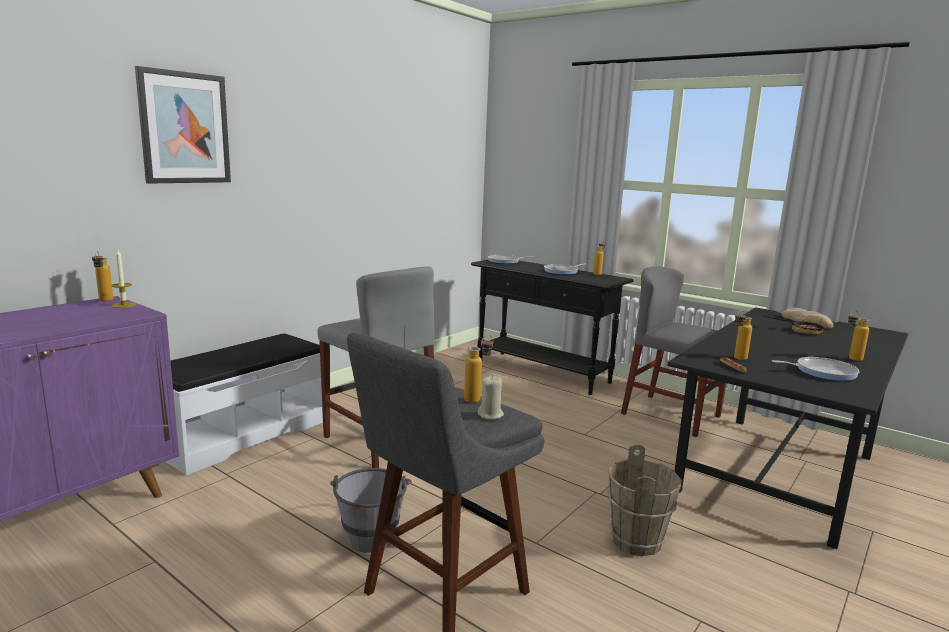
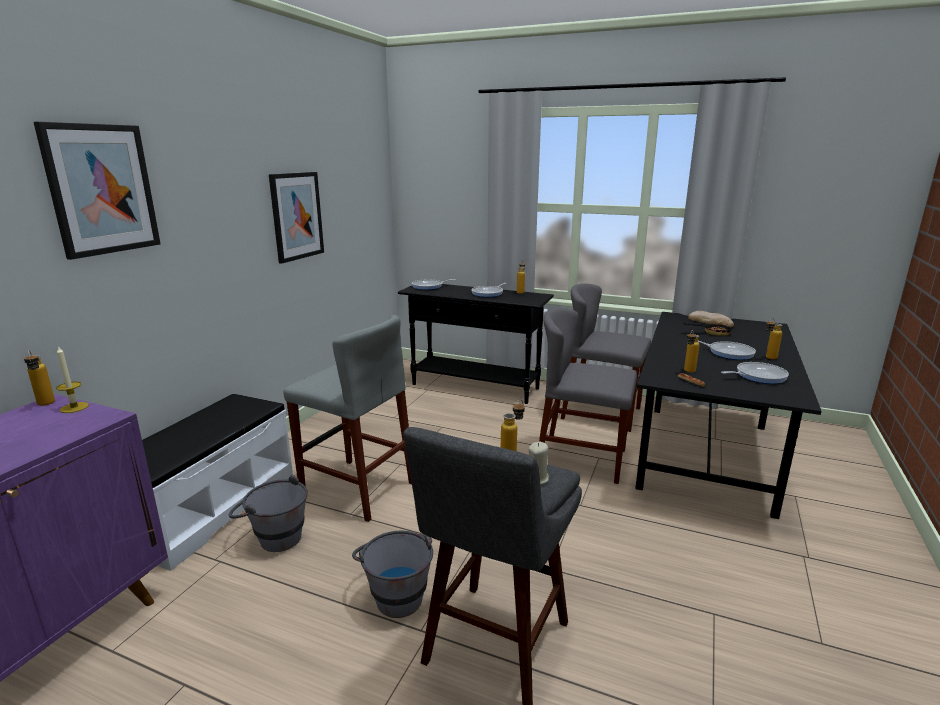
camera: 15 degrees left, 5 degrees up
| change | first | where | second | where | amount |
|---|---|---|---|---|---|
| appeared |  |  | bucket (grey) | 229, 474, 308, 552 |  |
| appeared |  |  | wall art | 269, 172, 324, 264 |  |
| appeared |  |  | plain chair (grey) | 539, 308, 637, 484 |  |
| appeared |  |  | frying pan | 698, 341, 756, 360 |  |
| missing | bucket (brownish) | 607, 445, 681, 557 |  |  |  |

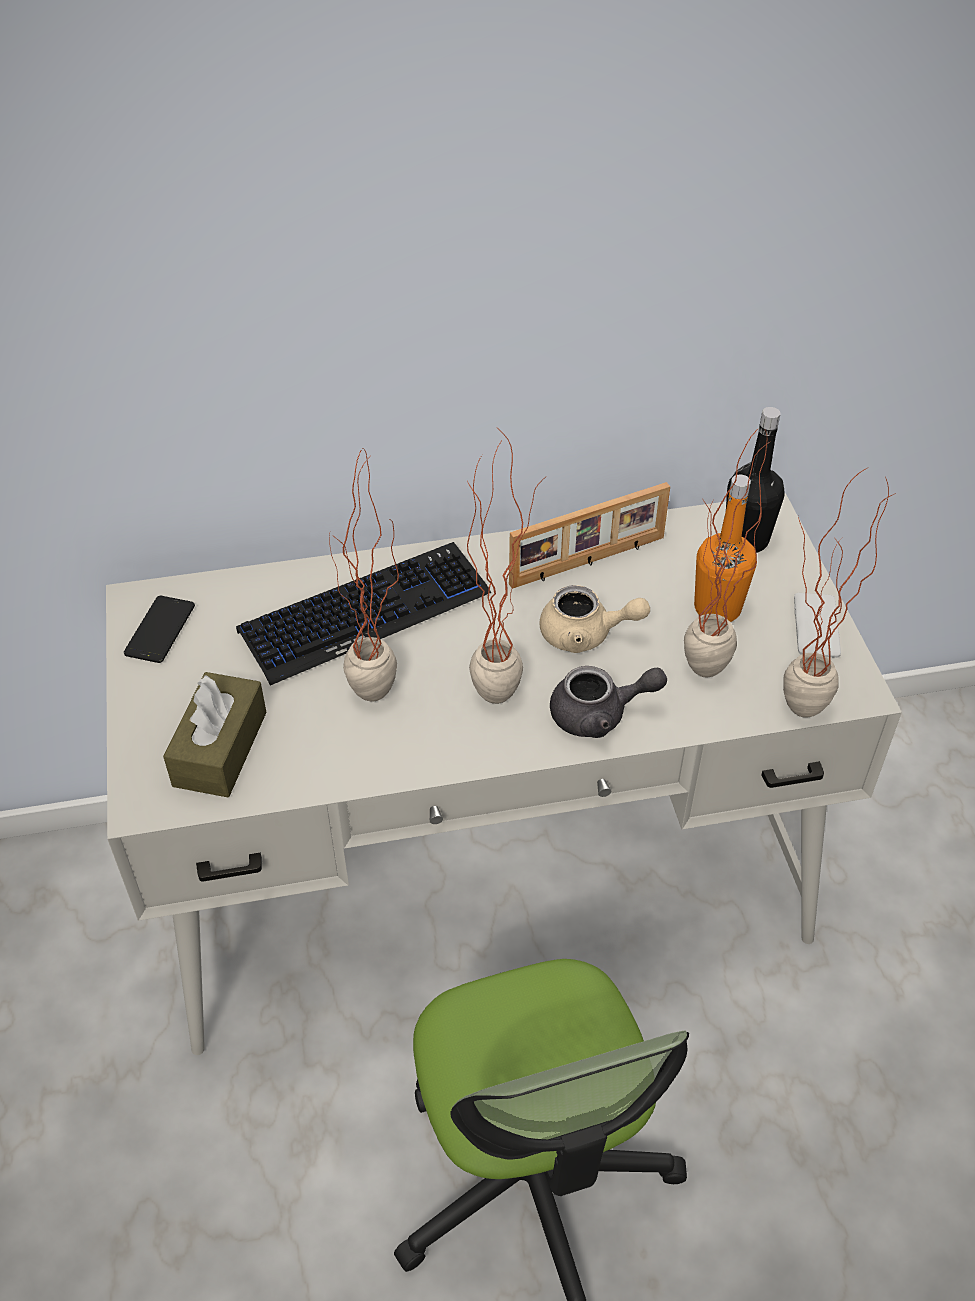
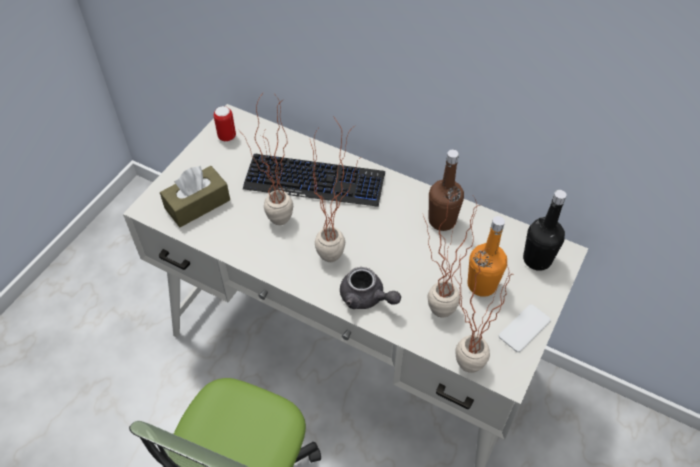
camera: 40 degrees right, 5 degrees up
| change | first | where | second | where | amount |
|---|---|---|---|---|---|
| exchanged | phone | 124, 596, 195, 663 | metal can | 214, 106, 236, 142 |  |
| exchanged | picture frame | 509, 482, 670, 589 | bottle (brownish) | 429, 150, 464, 231 |  |
| missing | teapot (beige) | 539, 585, 650, 653 |  |  |  |

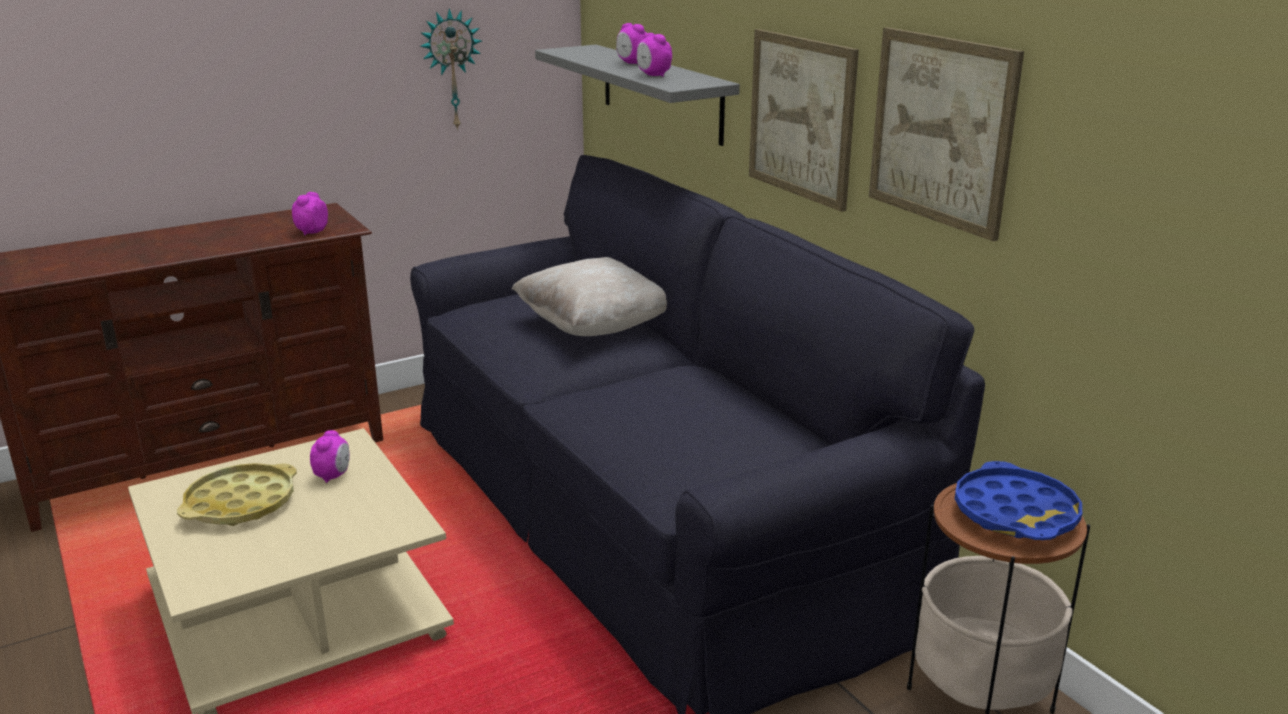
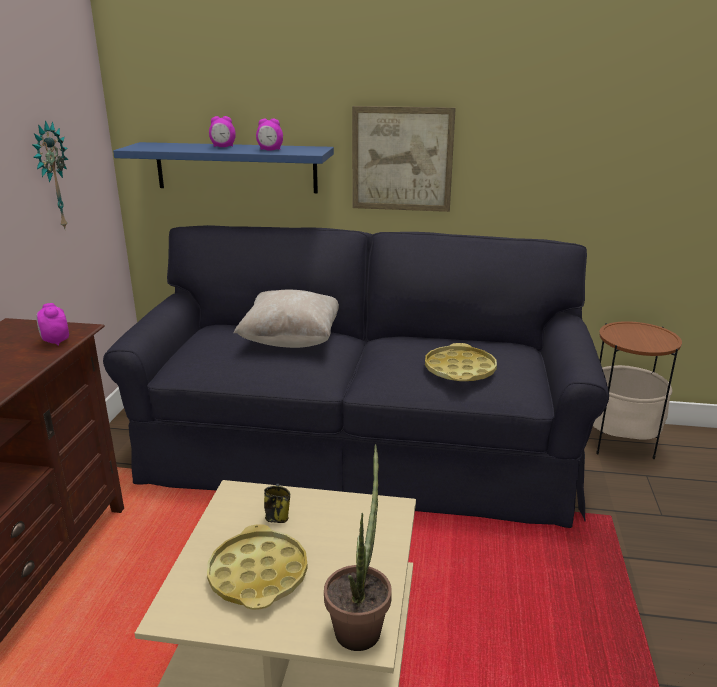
camera: 50 degrees left, 0 degrees up
| change | first | where | second | where | amount |
|---|---|---|---|---|---|
| colour | shelf (grey) | 535, 45, 740, 146 | shelf (bluish) | 113, 142, 334, 193 |  |
| exchanged | bedside clock | 310, 430, 350, 483 | mug | 264, 484, 290, 523 |  |
| appeared |  |  | houseplant | 324, 444, 392, 651 |  |
| appeared |  |  | tray (yellow-coloured) | 425, 343, 497, 381 |  |
| missing | wall art | 869, 27, 1024, 241 |  |  |  |
| missing | tray (bluish) | 955, 461, 1082, 540 |  |  |  |

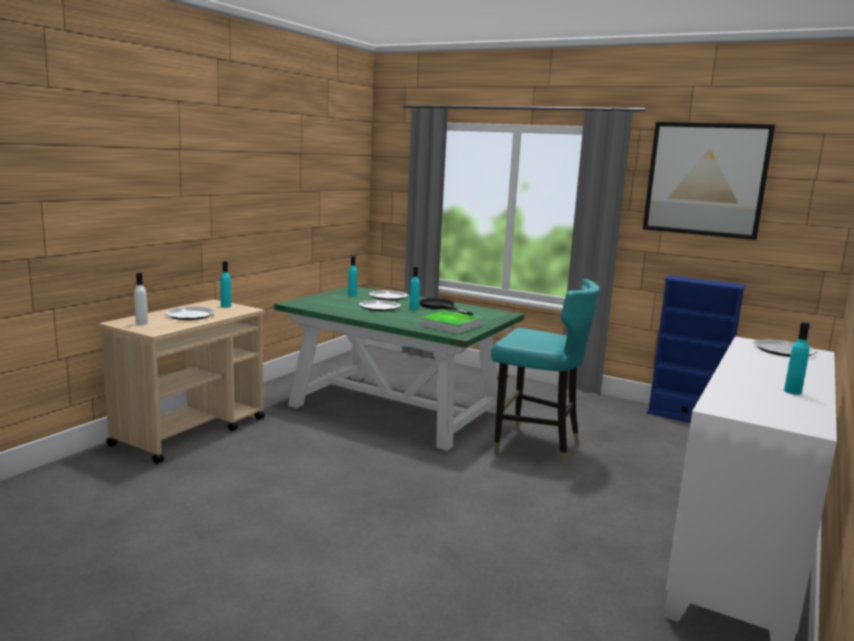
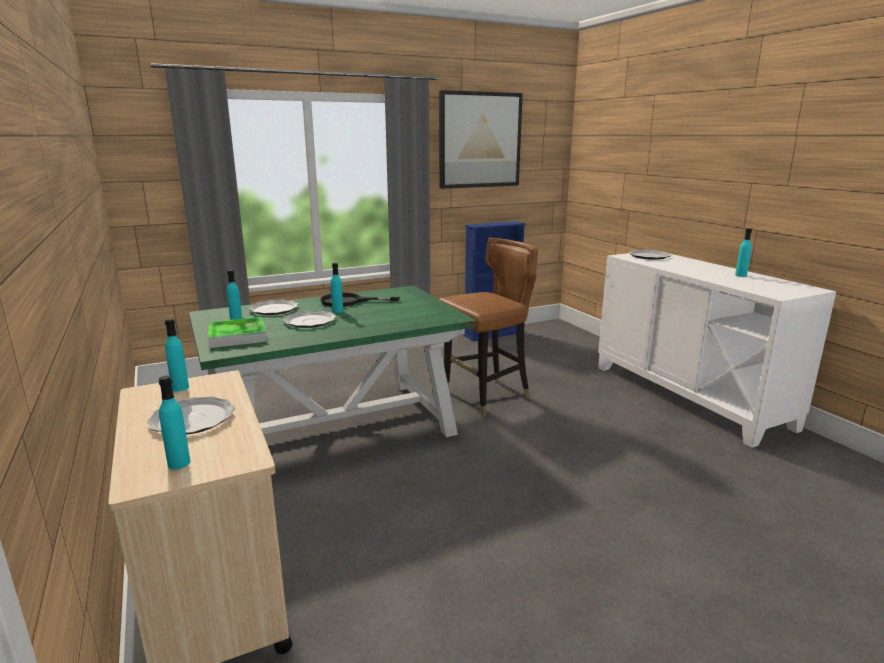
camera: 55 degrees left, 5 degrees up
| change | first | where | second | where | amount |
|---|---|---|---|---|---|
| colour | bottle (white-coloured) | 134, 273, 148, 325 | bottle (blue-green) | 159, 376, 190, 469 |  |
| relocated | tray | 421, 310, 481, 334 |  | 208, 317, 267, 348 |  |
| colour | plain chair (blue-green) | 491, 279, 600, 466 | plain chair (brownish) | 439, 238, 538, 417 |  |

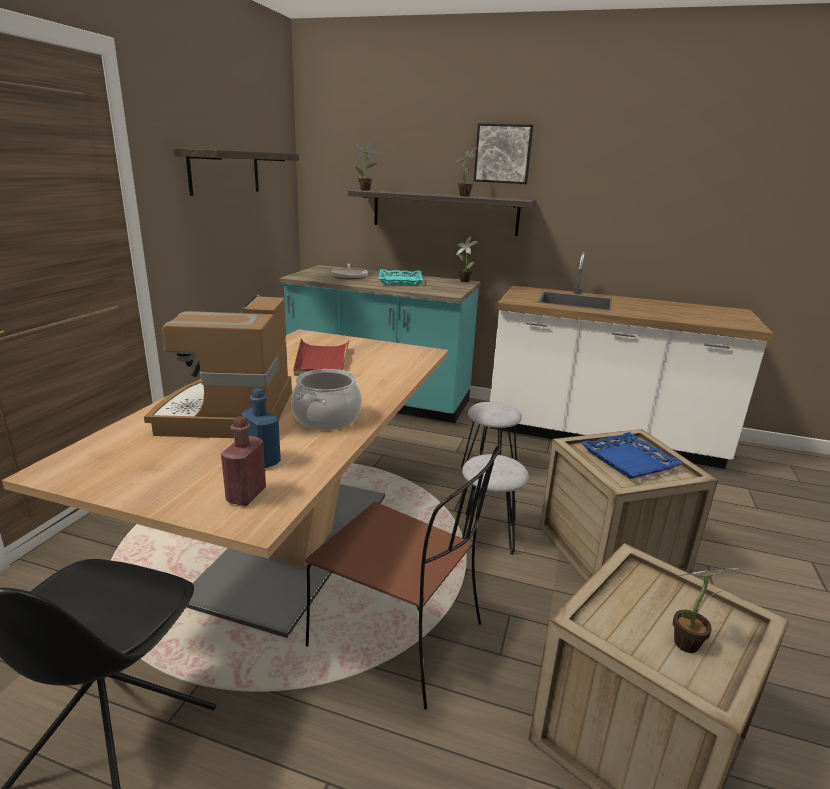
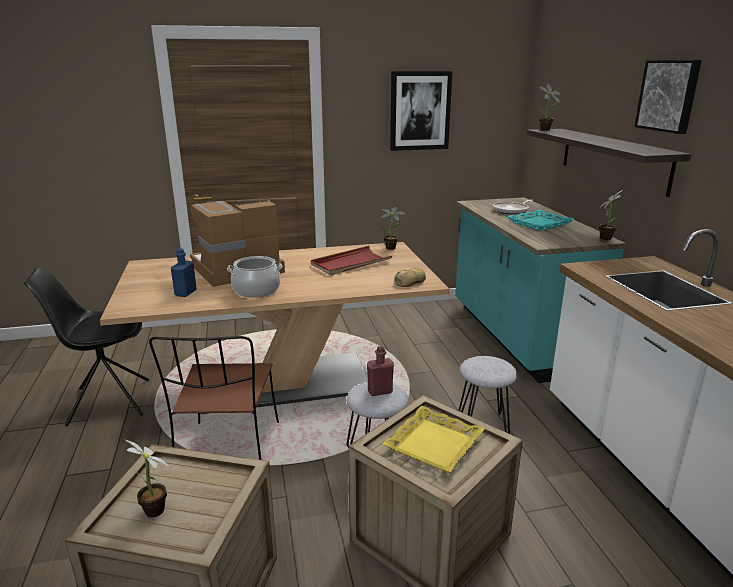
camera: 60 degrees right, 0 degrees up
| change | first | where | second | where | amount |
|---|---|---|---|---|---|
| relocated | bottle (red-coloured) | 221, 416, 266, 506 |  | 367, 346, 394, 396 |  |
| relocated | houseplant | 456, 147, 478, 197 |  | 381, 207, 406, 250 |  |
| colour | tray (bluish) | 581, 432, 684, 479 | tray (yellow-coloured) | 383, 406, 485, 472 |  |
| exchanged | shelf | 174, 148, 299, 196 | wall art | 390, 71, 452, 151 |  |
| appeared |  |  | bakery bread | 394, 267, 426, 287 |  |

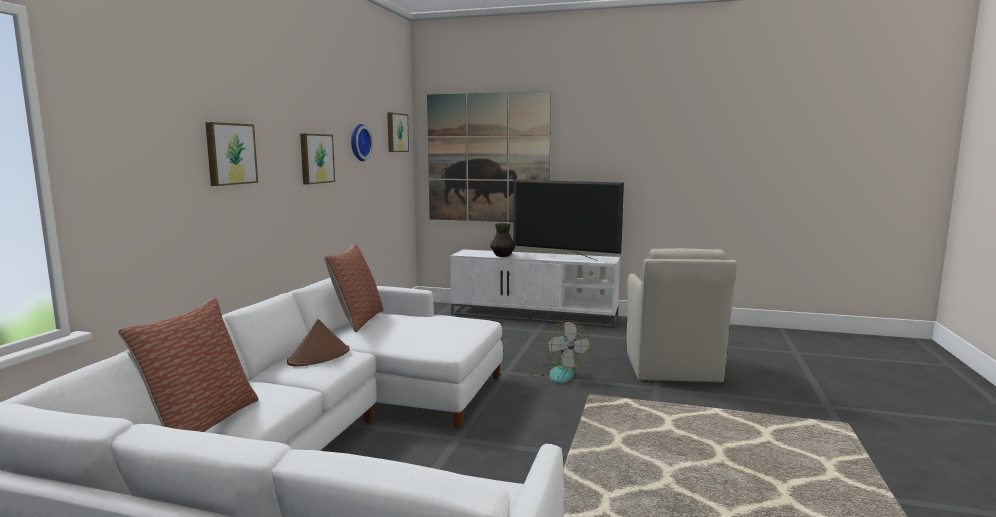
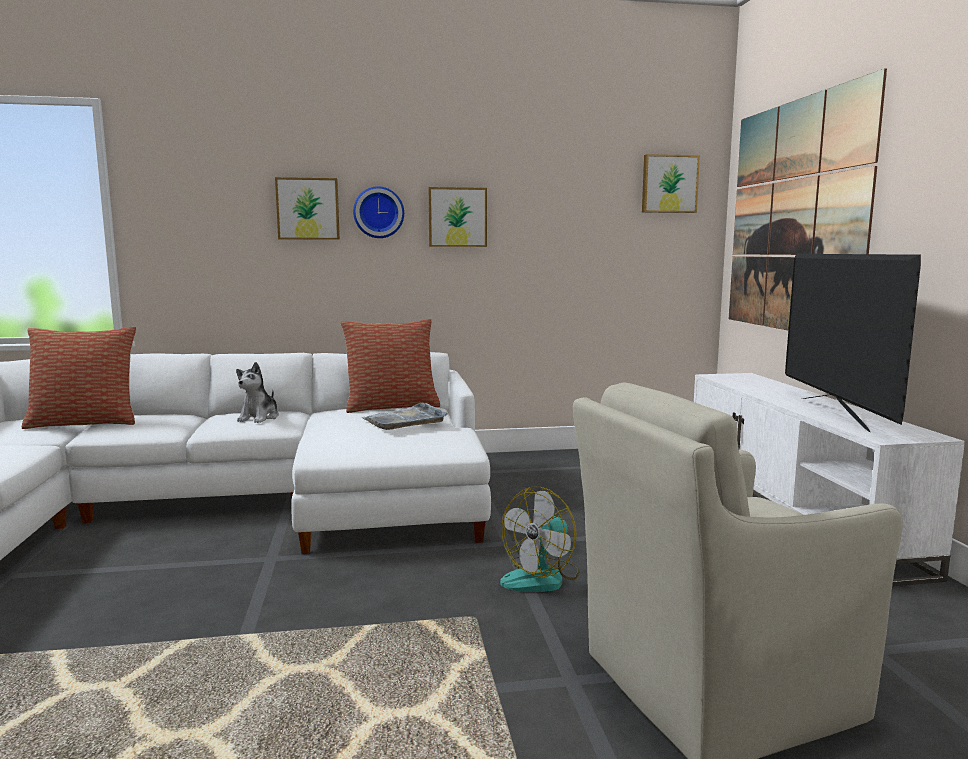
camera: 65 degrees right, 0 degrees up
| change | first | where | second | where | amount |
|---|---|---|---|---|---|
| exchanged | wearable hat (brownish) | 287, 319, 350, 367 | cuddly toy | 236, 362, 279, 423 |  |
| relocated | clock on the wall | 351, 124, 373, 161 |  | 353, 186, 404, 238 |  |
| appeared |  |  | tray (grey) | 362, 403, 448, 430 |  |
| missing | vase | 490, 223, 516, 257 |  |  |  |

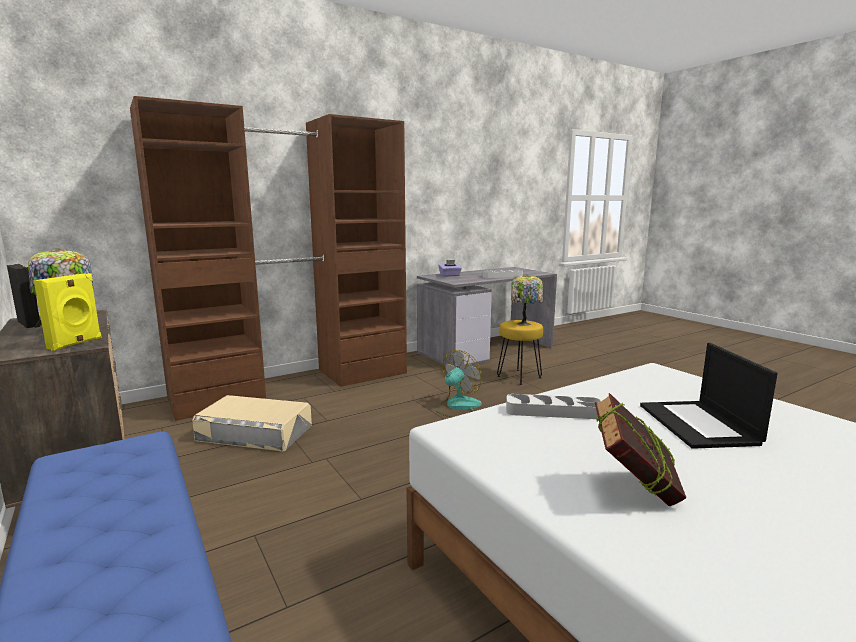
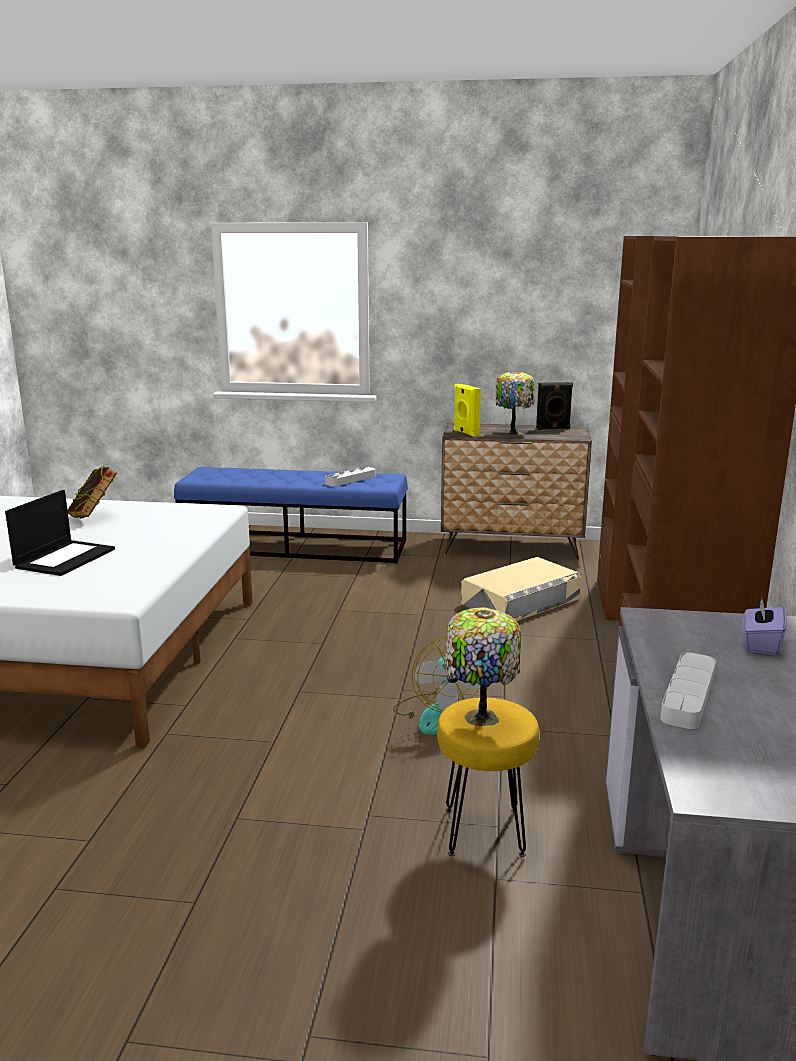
camera: 130 degrees right, 5 degrees up
| change | first | where | second | where | amount |
|---|---|---|---|---|---|
| spun | notebook computer | 640, 343, 778, 449 |  | 5, 490, 115, 576 | 75 degrees clockwise |
| relocated | tray (grey) | 506, 394, 601, 419 |  | 325, 467, 375, 486 |  |

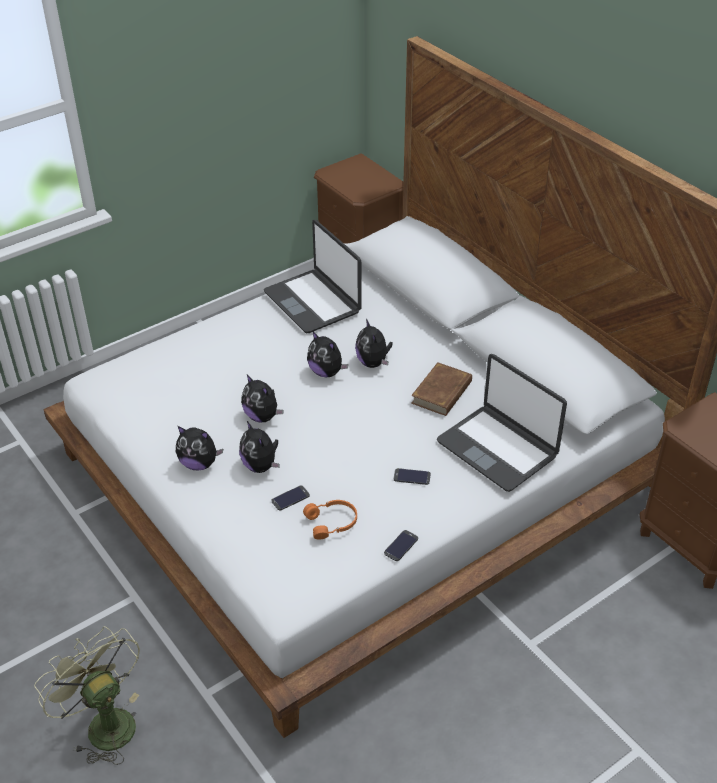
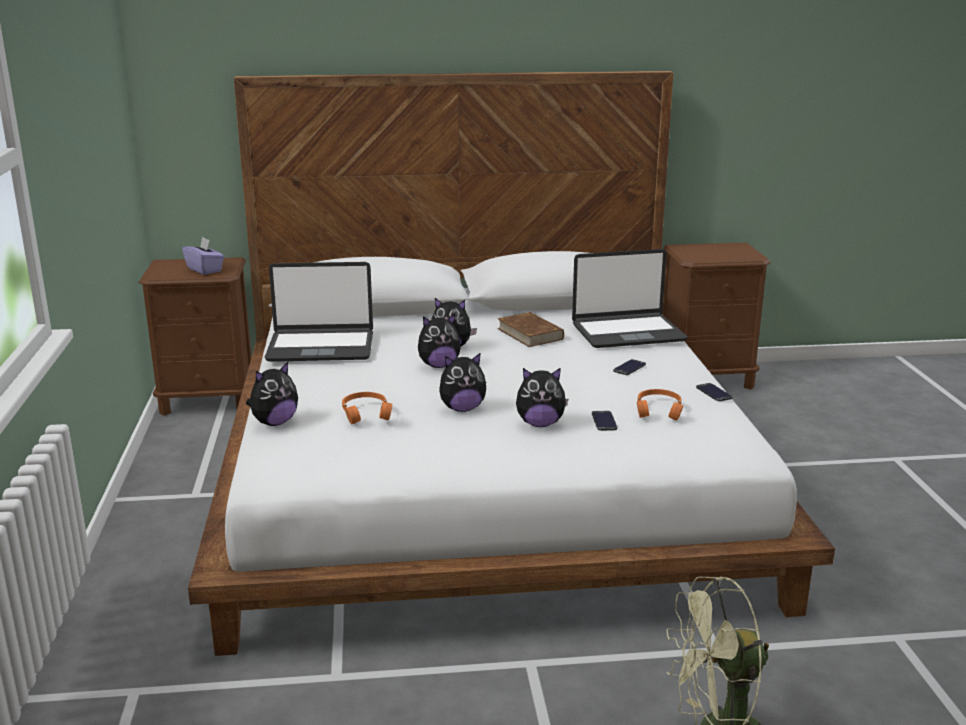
camera: 60 degrees left, 20 degrees down
| change | first | where | second | where | amount |
|---|---|---|---|---|---|
| appeared |  |  | tissue holder (purplish) | 182, 237, 224, 275 |  |
| relocated | cuddly toy | 176, 426, 223, 471 |  | 246, 362, 298, 426 |  |
| appeared |  |  | headphones (orange) | 342, 392, 392, 424 |  |

